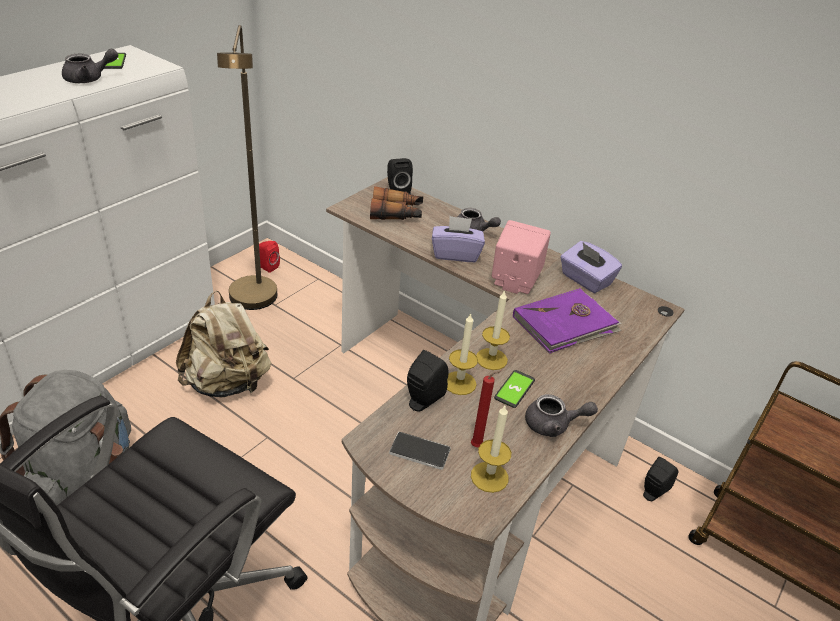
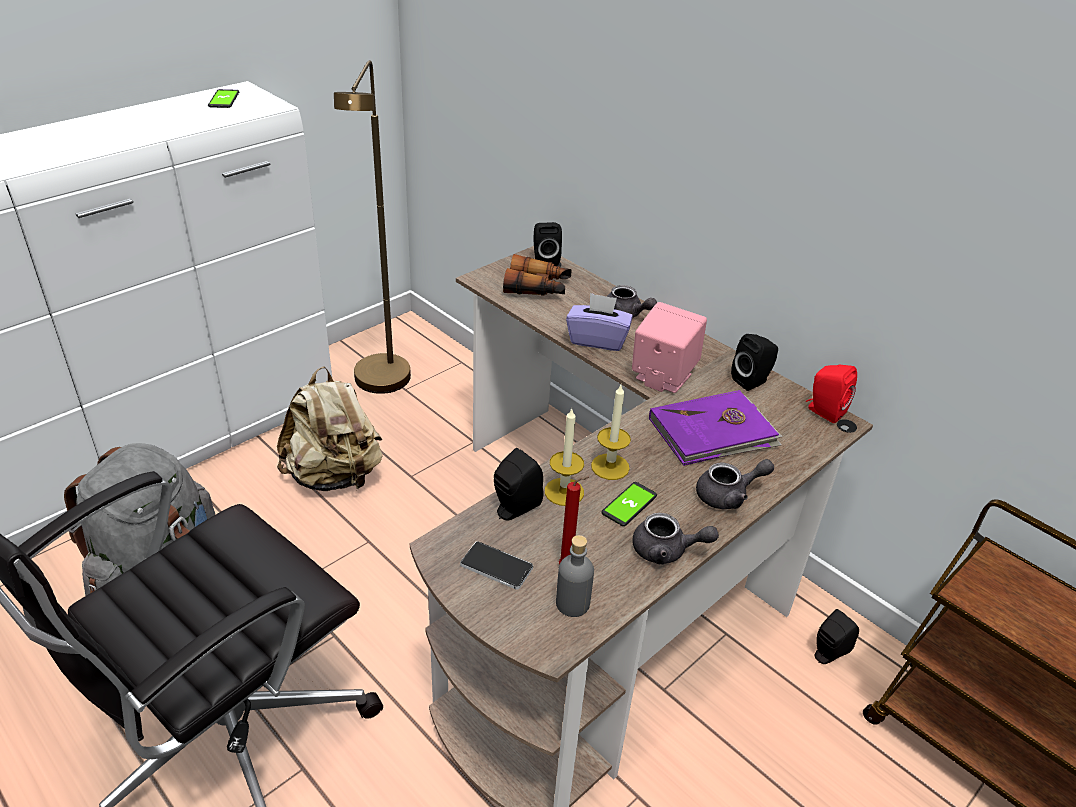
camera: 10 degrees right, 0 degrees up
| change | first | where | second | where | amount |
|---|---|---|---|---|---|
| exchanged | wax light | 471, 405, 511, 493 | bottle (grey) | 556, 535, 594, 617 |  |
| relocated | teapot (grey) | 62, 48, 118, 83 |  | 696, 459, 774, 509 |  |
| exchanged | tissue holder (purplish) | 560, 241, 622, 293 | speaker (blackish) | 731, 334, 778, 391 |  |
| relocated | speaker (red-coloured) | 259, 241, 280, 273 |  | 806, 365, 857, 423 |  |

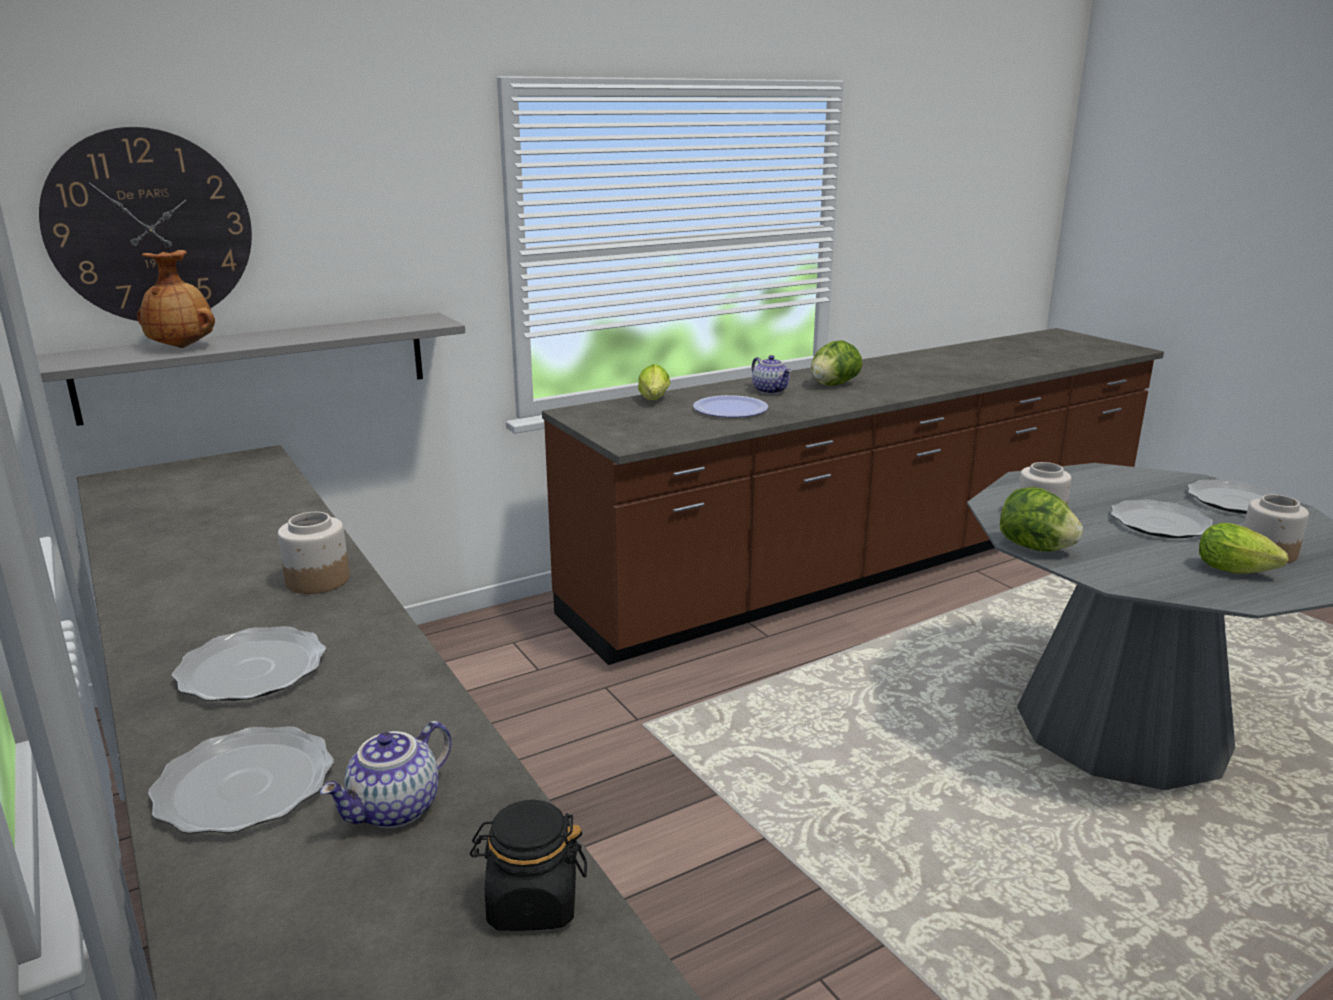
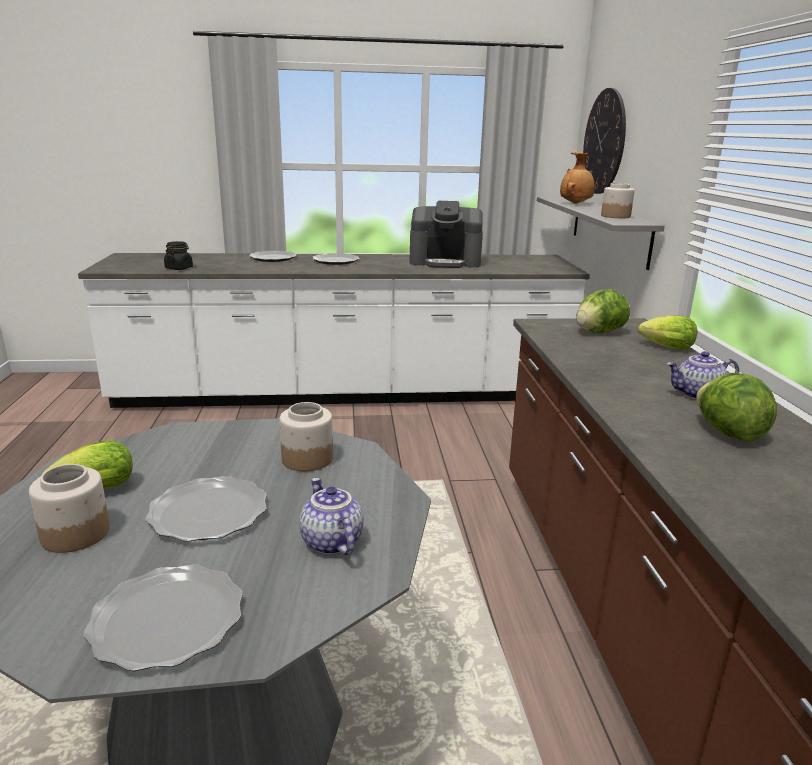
camera: 115 degrees right, 0 degrees up
| change | first | where | second | where | amount |
|---|---|---|---|---|---|
| relocated | teapot | 320, 721, 452, 828 |  | 299, 478, 364, 555 |  |
| appeared |  |  | coffee brewer | 409, 201, 483, 268 |  |
| relocated | lettuce head | 1000, 487, 1083, 552 |  | 576, 289, 630, 333 |  |
| relocated | storage jar | 278, 512, 350, 594 |  | 601, 183, 635, 218 |  |
| missing | plate | 693, 395, 768, 417 |  |  |  |

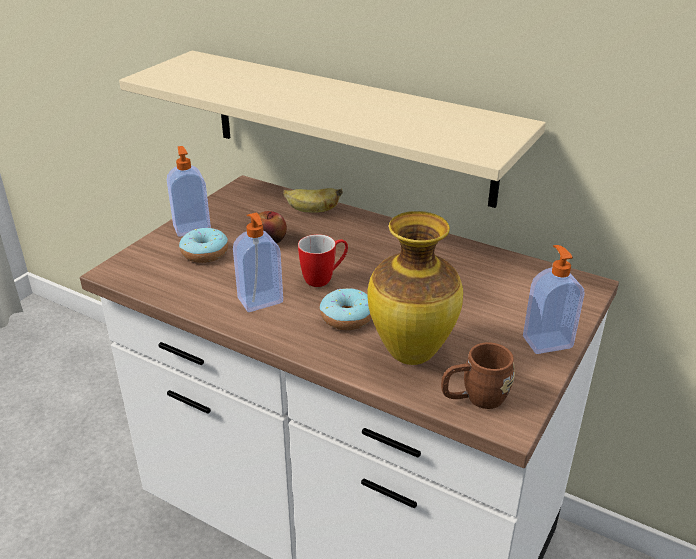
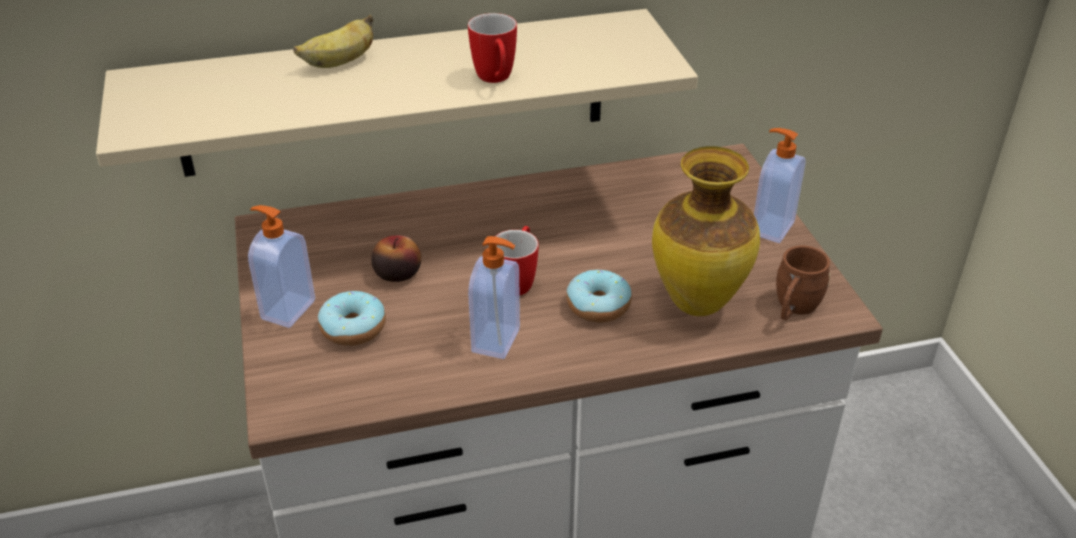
camera: 45 degrees left, 5 degrees up
| change | first | where | second | where | amount |
|---|---|---|---|---|---|
| relocated | banana fruit | 283, 188, 343, 213 |  | 293, 15, 373, 68 |  |
| appeared |  |  | mug | 468, 13, 517, 83 |  |

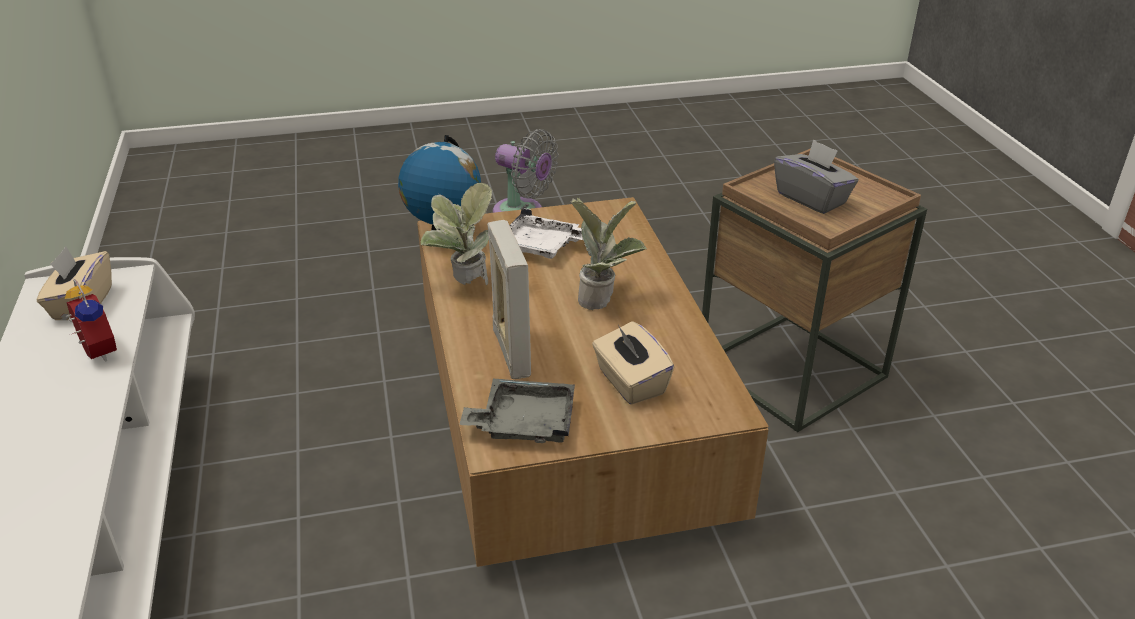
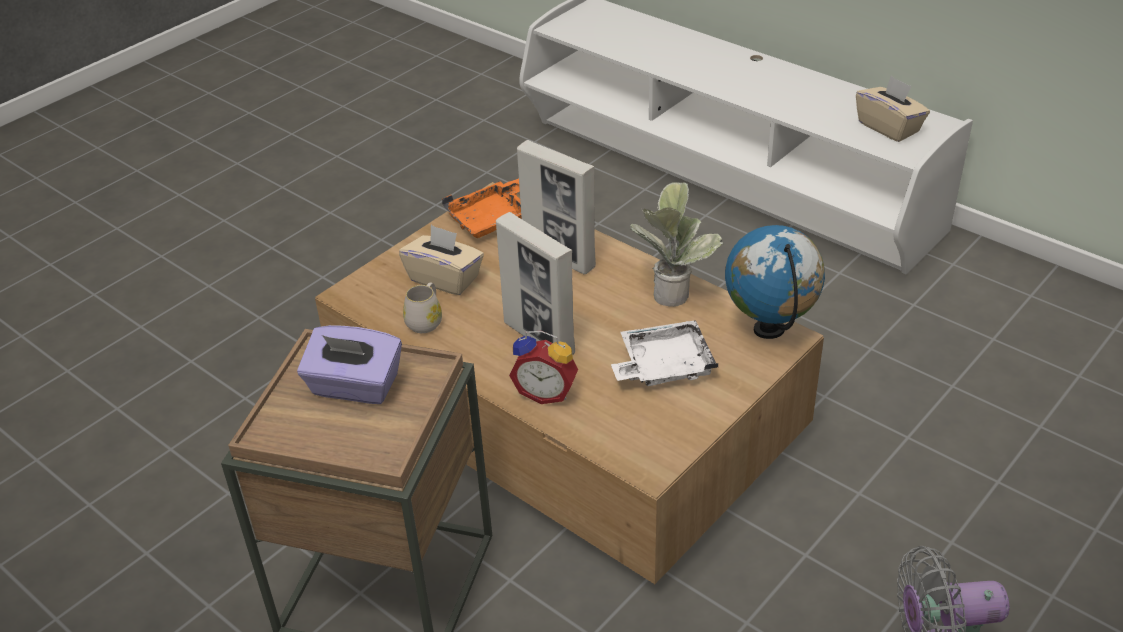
camera: 145 degrees right, 5 degrees up
| change | first | where | second | where | amount |
|---|---|---|---|---|---|
| colour | tissue holder (grey) | 774, 139, 859, 214 | tissue holder (purplish) | 297, 325, 402, 404 |  |
| appeared |  |  | mug (white-coloured) | 403, 282, 442, 333 |  |
| colour | tray (grey) | 459, 378, 575, 443 | tray (orange) | 442, 178, 522, 238 |  |
| exchanged | houseplant | 571, 198, 647, 310 | picture frame | 496, 212, 575, 355 |  |
| relocated | bedside clock | 60, 279, 117, 362 |  | 509, 331, 578, 404 |  |

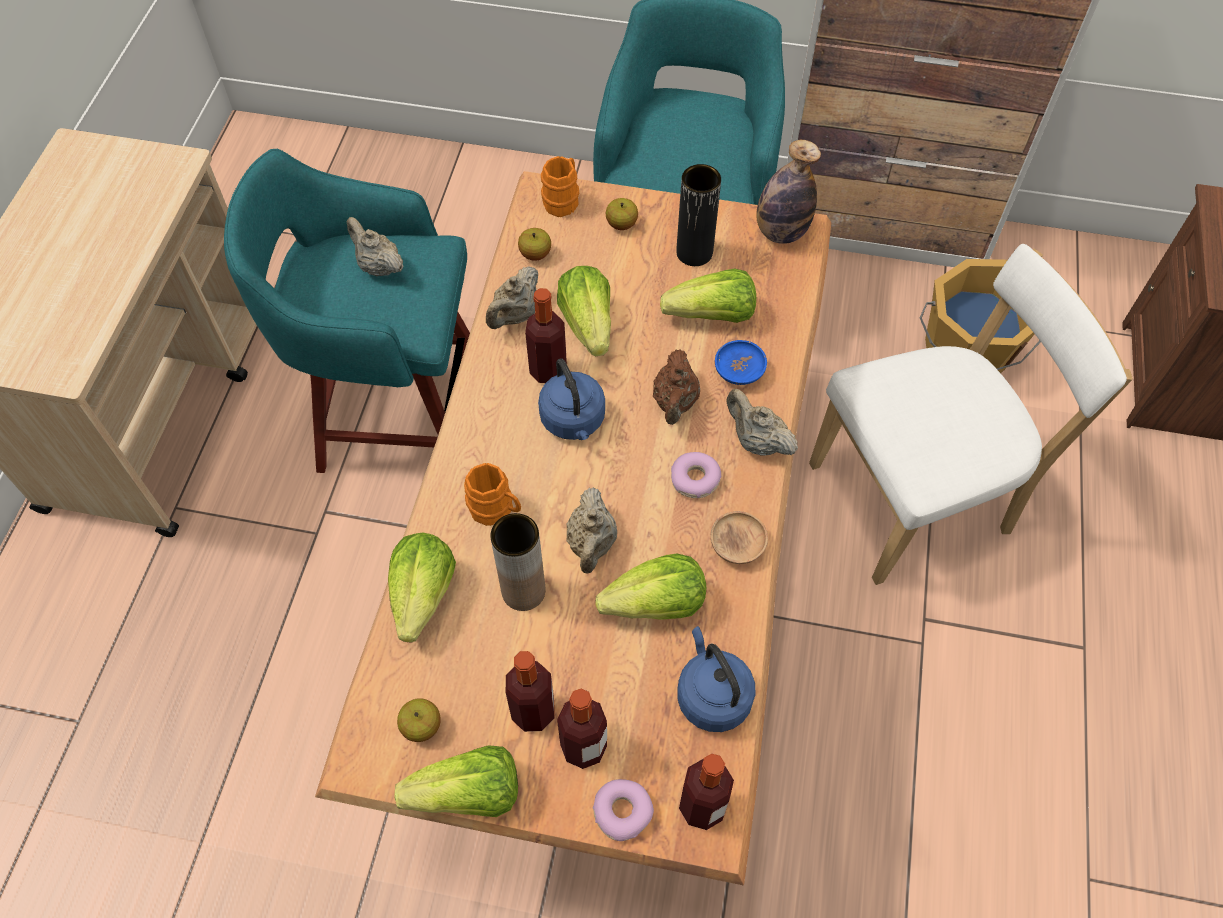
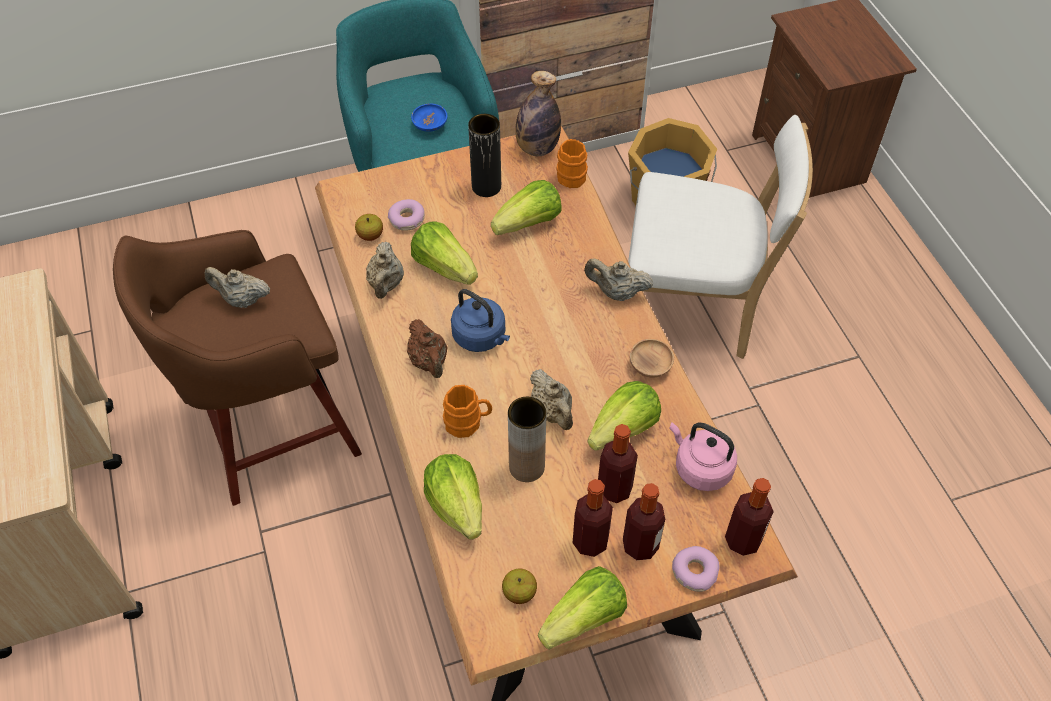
camera: 30 degrees left, 5 degrees down
| change | first | where | second | where | amount |
|---|---|---|---|---|---|
| colour | stool (blue-green) | 224, 149, 470, 473 | stool (brownish) | 113, 230, 362, 506 |  |
| relocated | doughnut | 671, 452, 721, 498 |  | 388, 199, 425, 231 |  |
| relocated | teapot (brownish) | 653, 349, 700, 425 |  | 407, 319, 447, 378 |  |
| relocated | serving bowl (bluish) | 715, 340, 767, 385 |  | 411, 103, 447, 132 |  |
| relocated | mug (orange) | 541, 156, 579, 217 |  | 556, 139, 588, 188 |  |
| relocated | bottle | 525, 288, 567, 383 |  | 598, 424, 638, 503 |  |
| spun | plain chair (white-coloured) | 809, 244, 1133, 585 |  | 628, 115, 813, 359 | 60 degrees clockwise |
| colour | tea kettle (bluish) | 677, 626, 756, 732 | tea kettle (pink-coloured) | 670, 422, 737, 491 |  |
| missing | apple | 606, 198, 638, 230 |  |  |  |

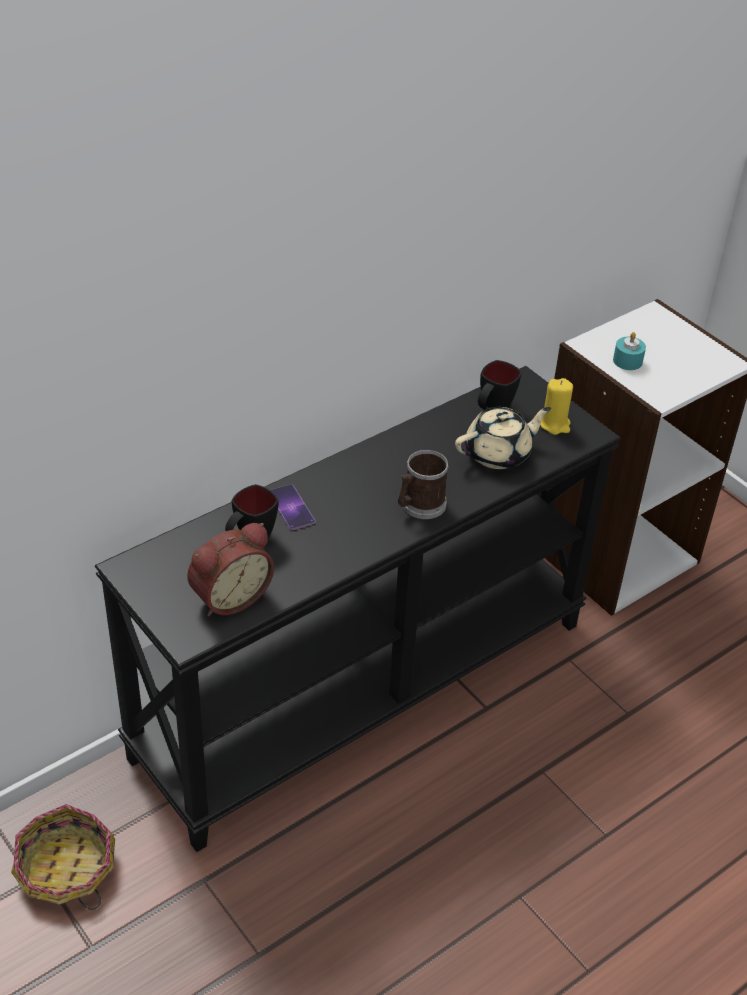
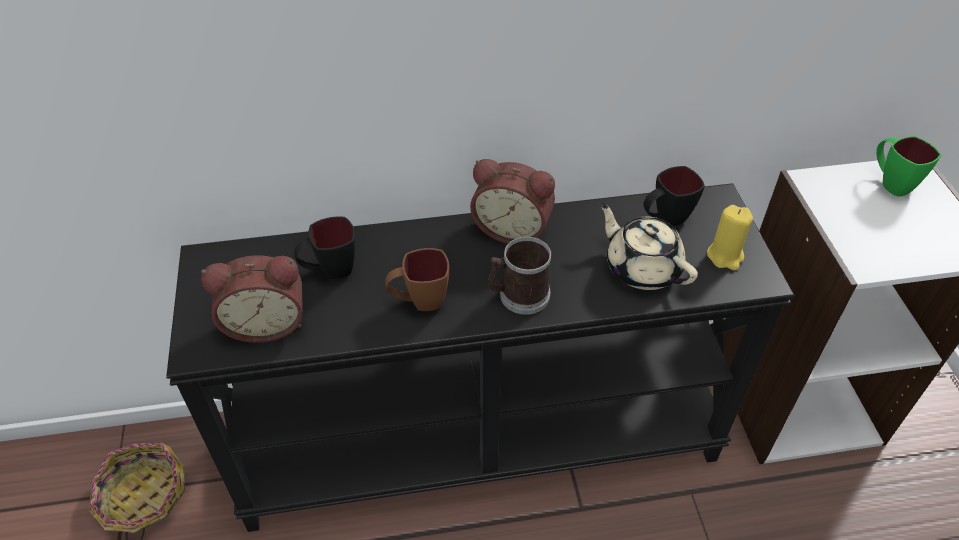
camera: 30 degrees right, 5 degrees up
| change | first | where | second | where | amount |
|---|---|---|---|---|---|
| appeared |  |  | mug (brownish) | 385, 248, 449, 311 |  |
| appeared |  |  | bedside clock | 470, 159, 555, 244 |  |
| spun | teapot (beige) | 455, 407, 551, 469 |  | 599, 202, 698, 290 | 135 degrees counterclockwise |
| appeared |  |  | mug (green-coloured) | 876, 136, 941, 197 |  |
| missing | phone | 270, 484, 315, 530 |  |  |  |
| missing | wax light (blue-green) | 613, 332, 646, 370 |  |  |  |

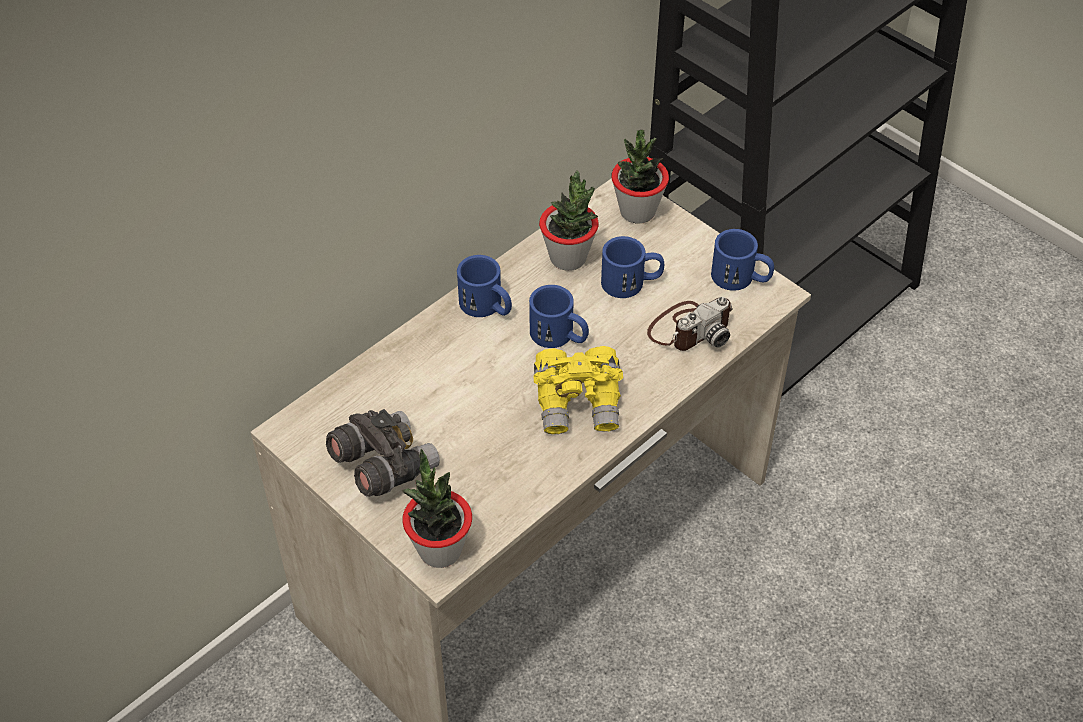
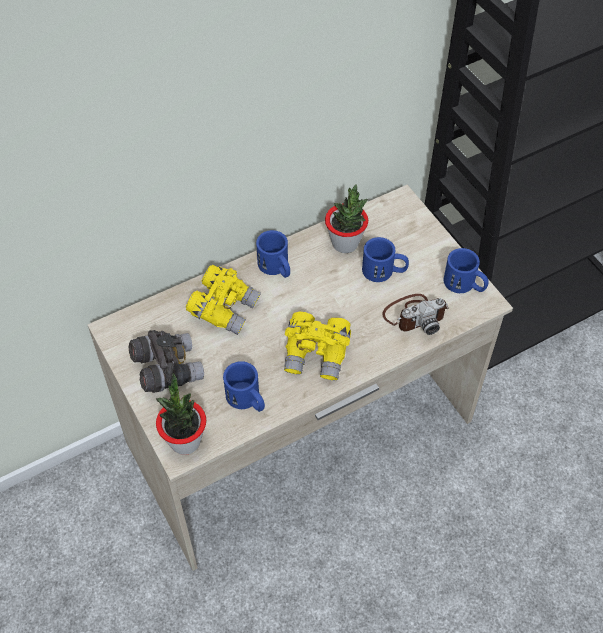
camera: 15 degrees right, 5 degrees up
| change | first | where | second | where | amount |
|---|---|---|---|---|---|
| appeared |  |  | field glasses (yellow-coloured) | 185, 265, 261, 335 |  |
| relocated | mug (bluish) | 529, 285, 589, 348 |  | 223, 361, 265, 412 |  |
| missing | houseplant | 611, 130, 669, 224 |  |  |  |

